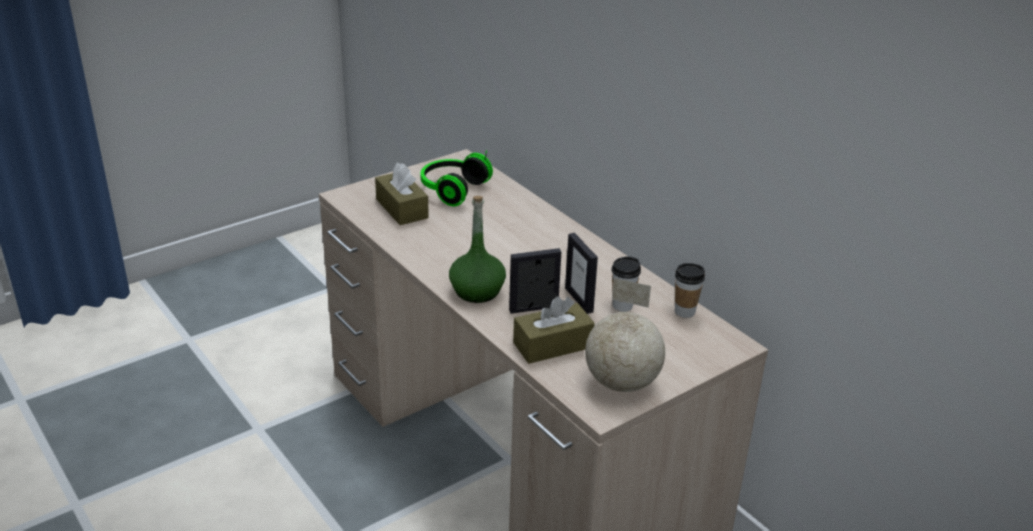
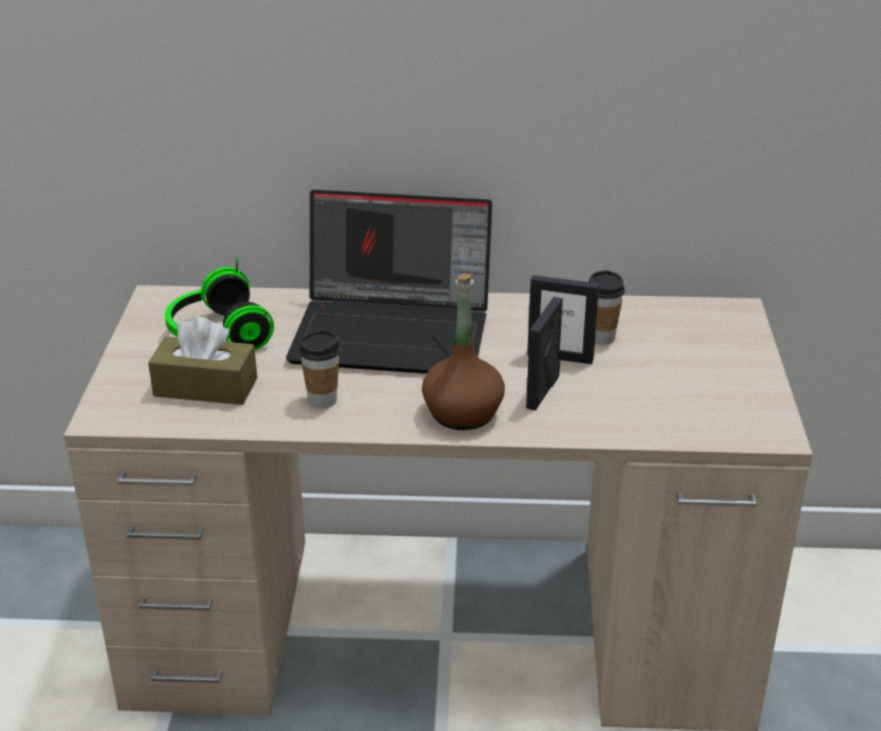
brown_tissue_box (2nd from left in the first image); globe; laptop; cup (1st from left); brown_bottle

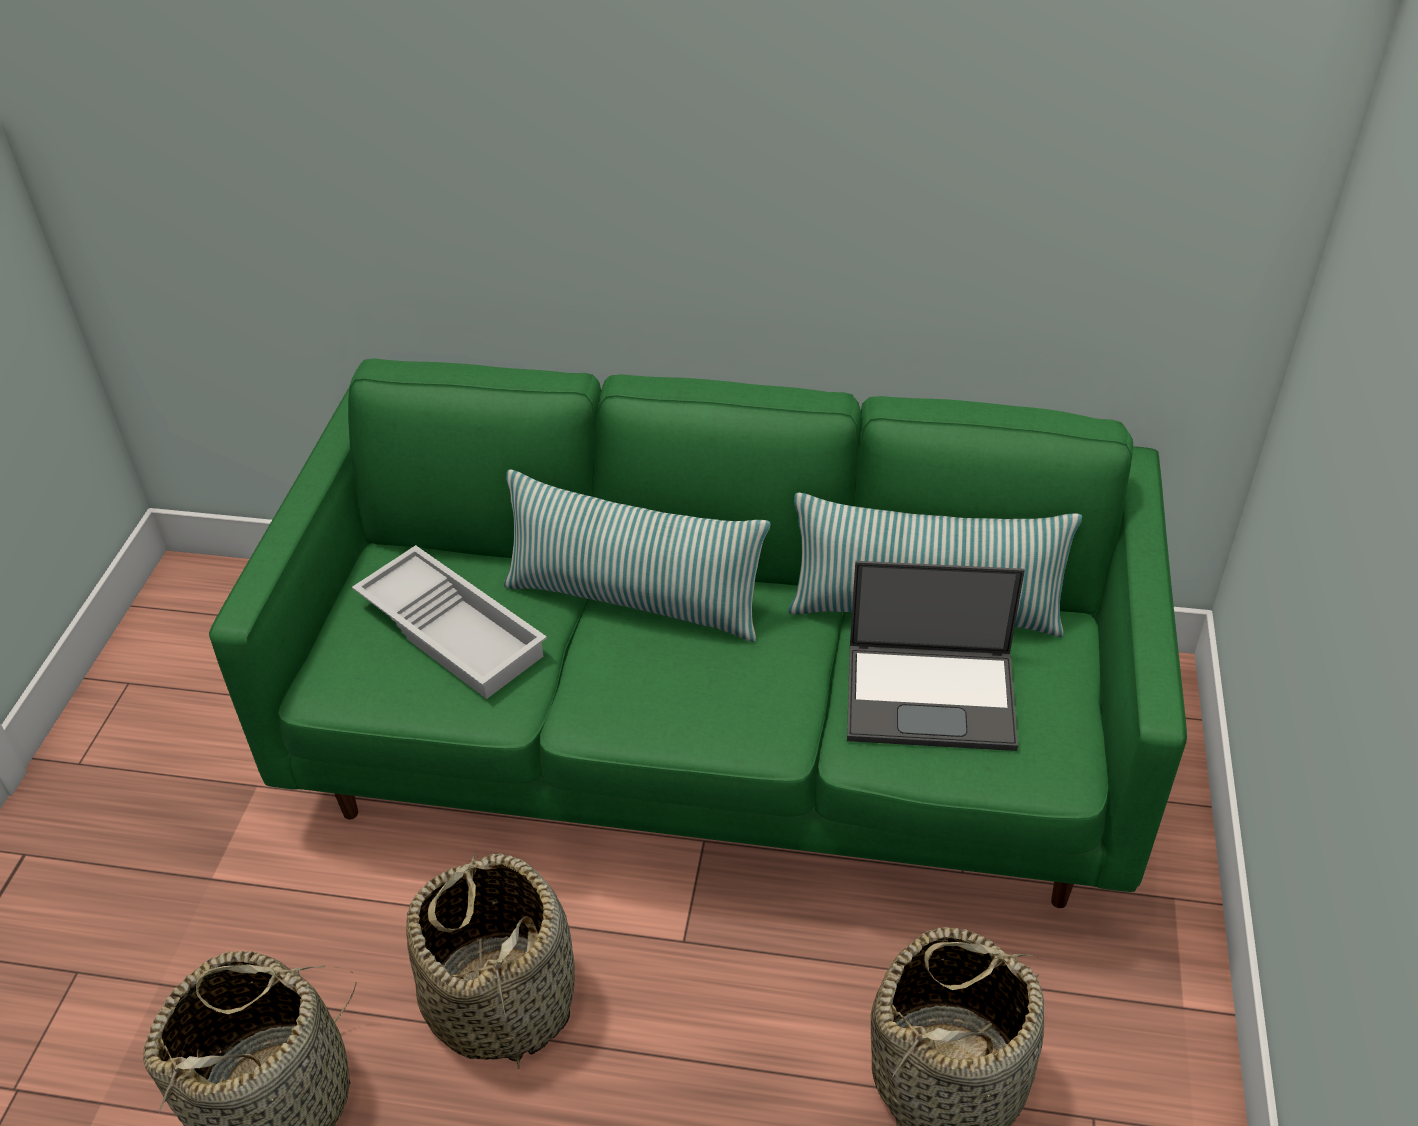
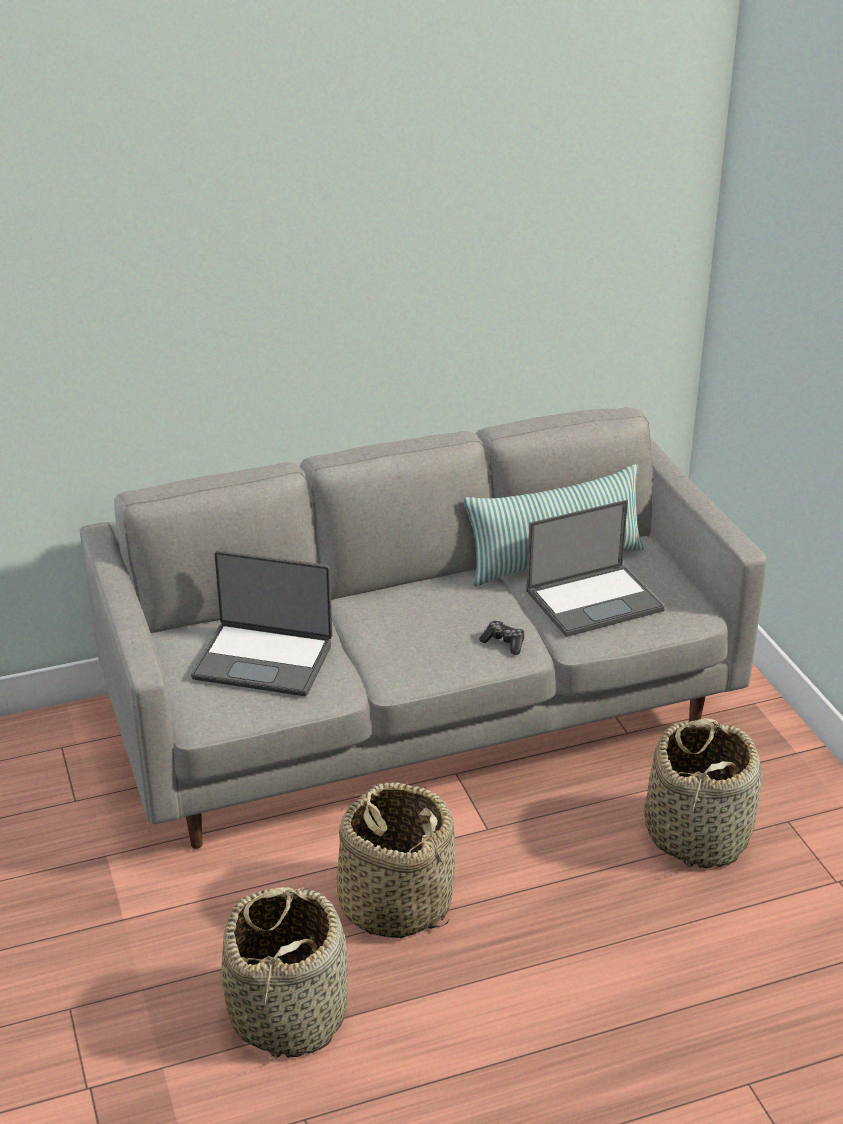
pillow (1st from left in the first image); game_controller; laptop (1st from left); grey_sofa

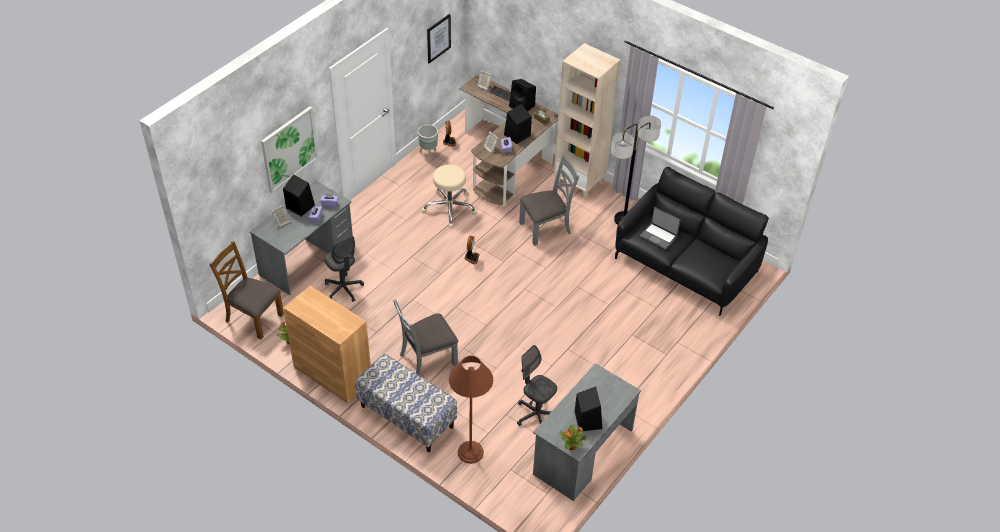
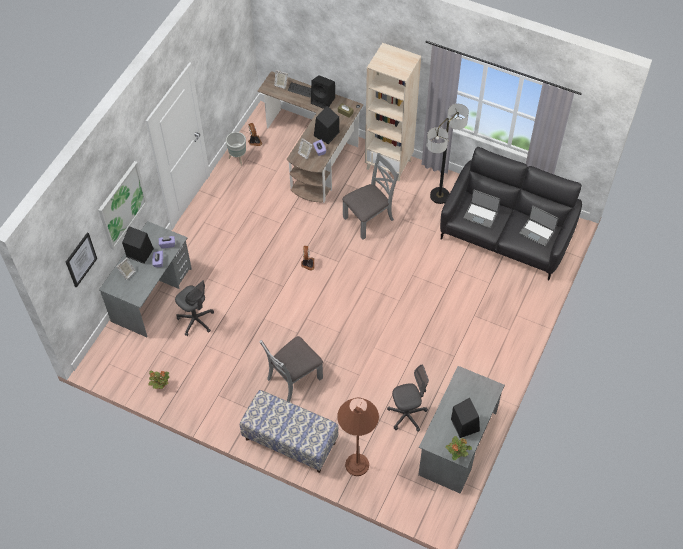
brown_chair; brown_cabinet; beige_stool; laptop (2nd from left); picture (1st from left); grey_office_chair (2nd from left)

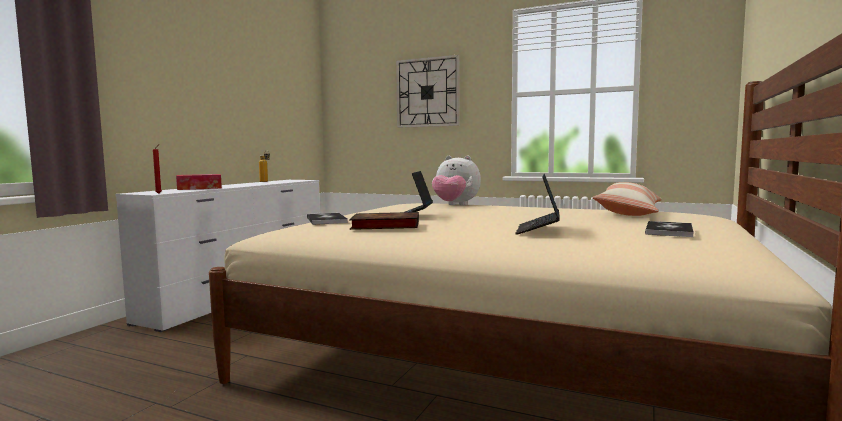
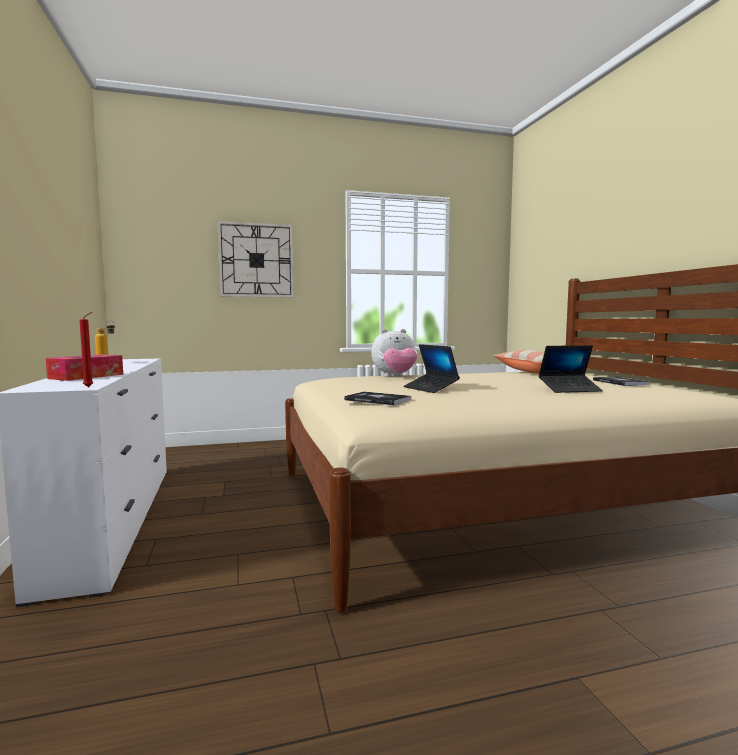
book (2nd from left in the first image); laptop (2nd from left)

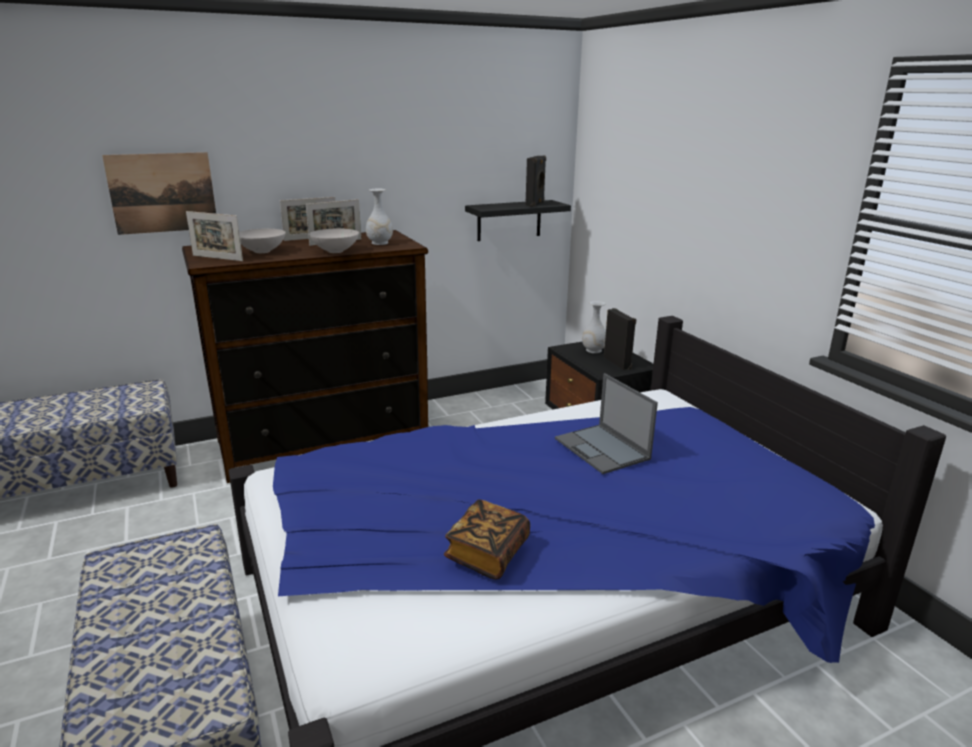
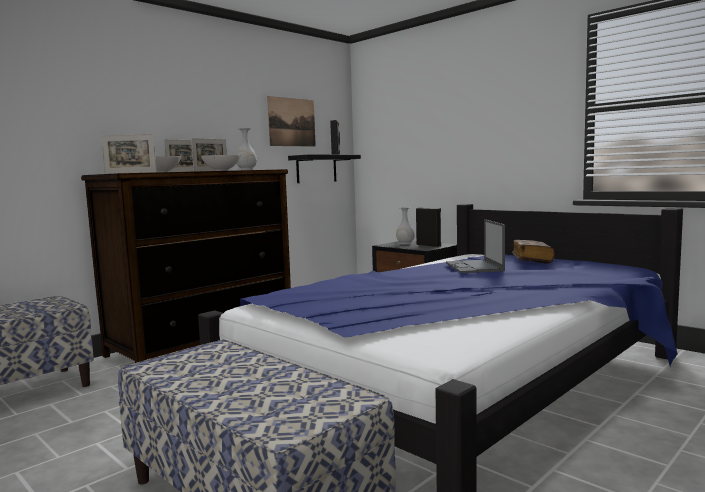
picture; book; laptop

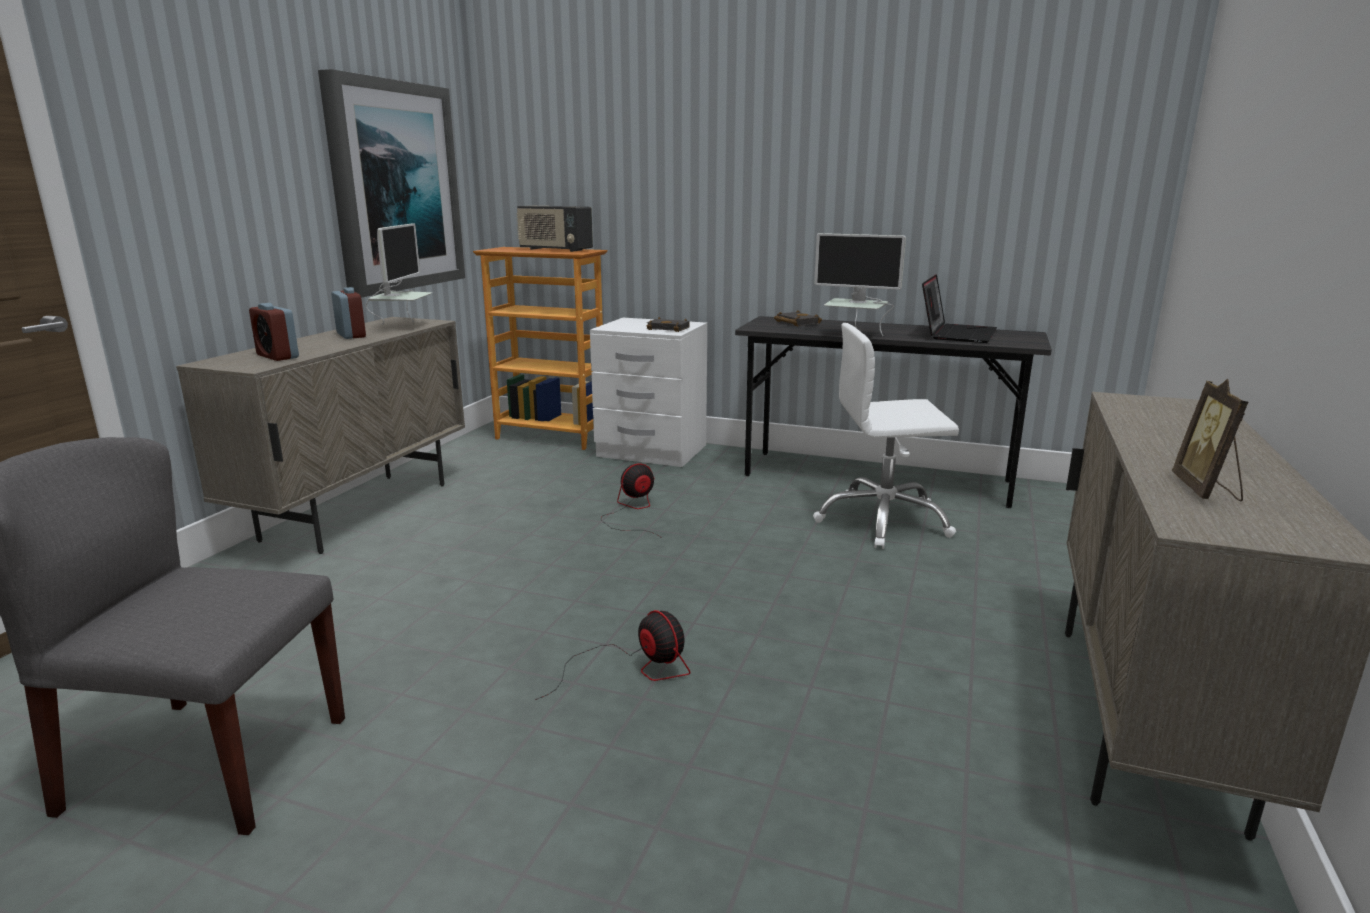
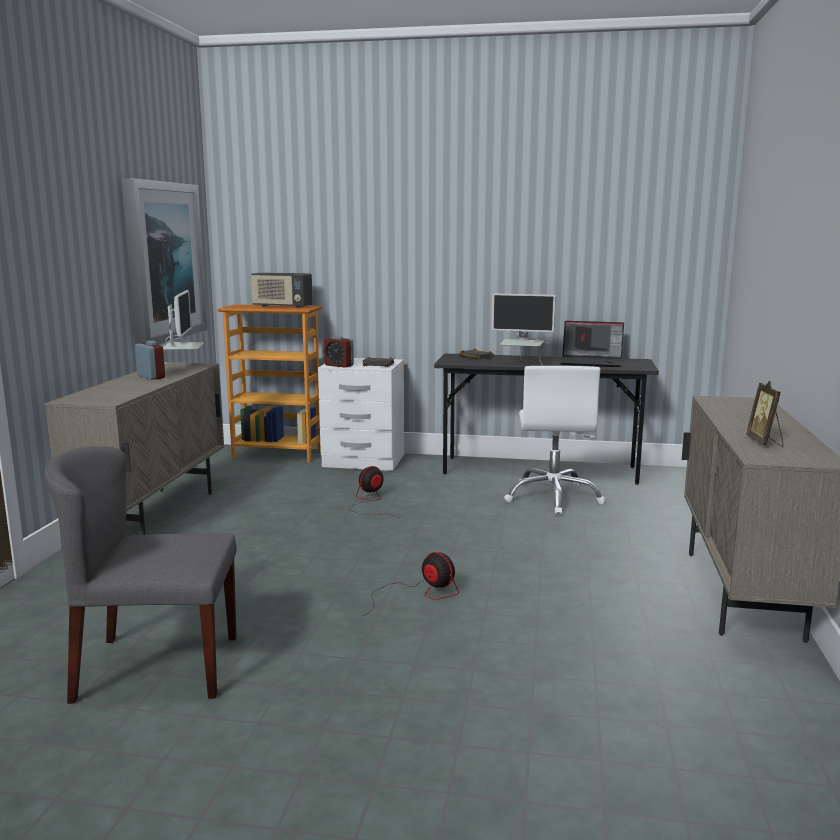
alarm_clock (2nd from left); white_office_chair; laptop

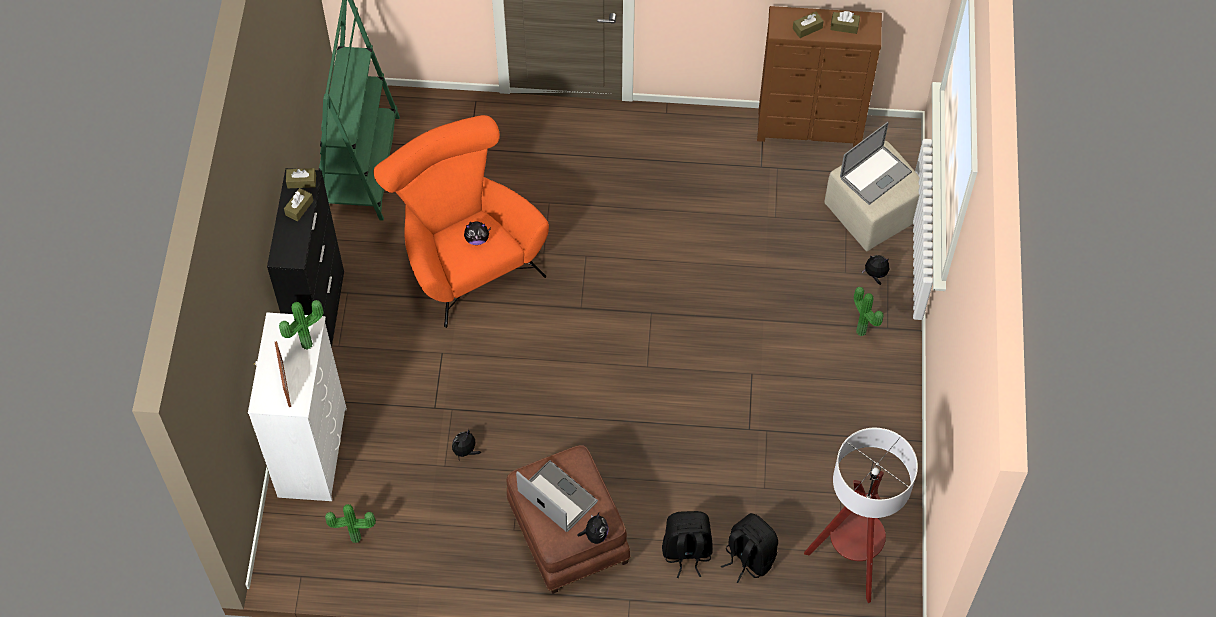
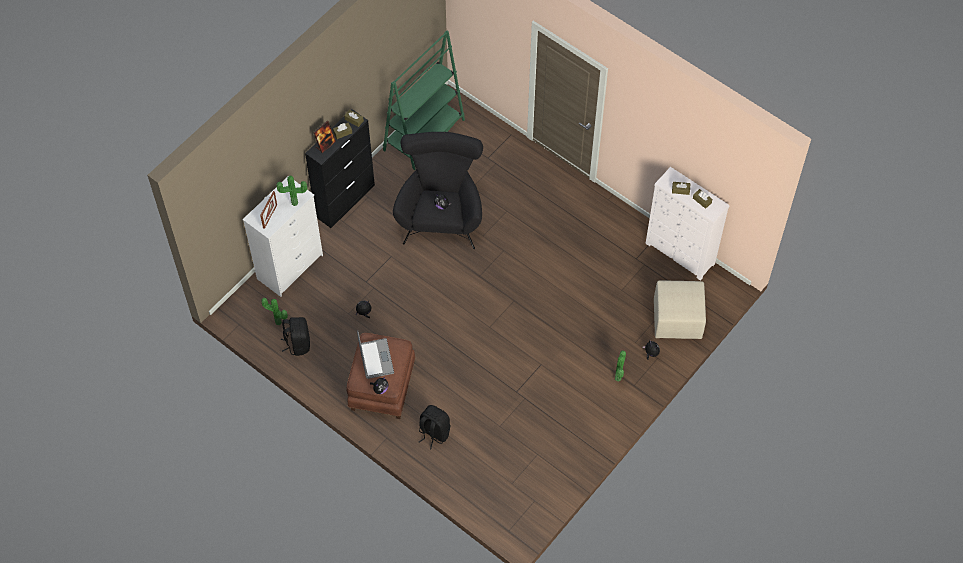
floor_lamp; laptop (2nd from left in the first image); picture_frame (2nd from left); black_backpack (1st from left); black_armchair; white_dresser (2nd from left)

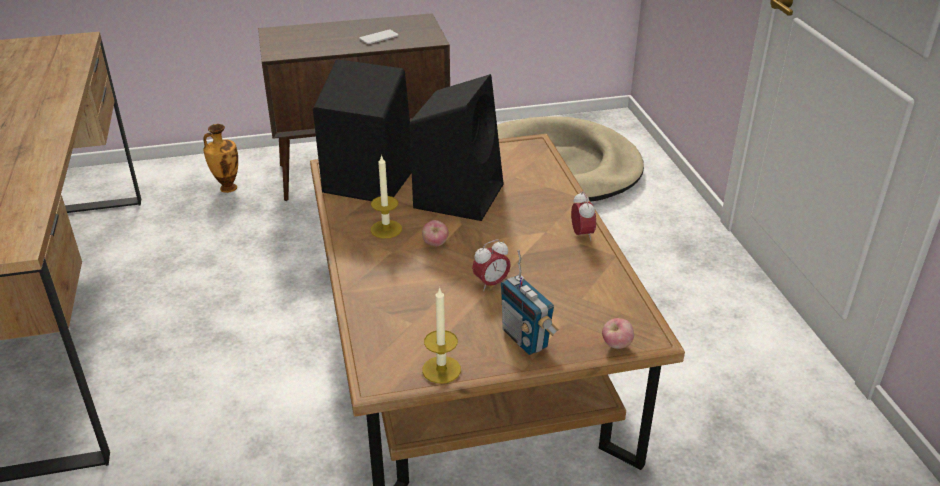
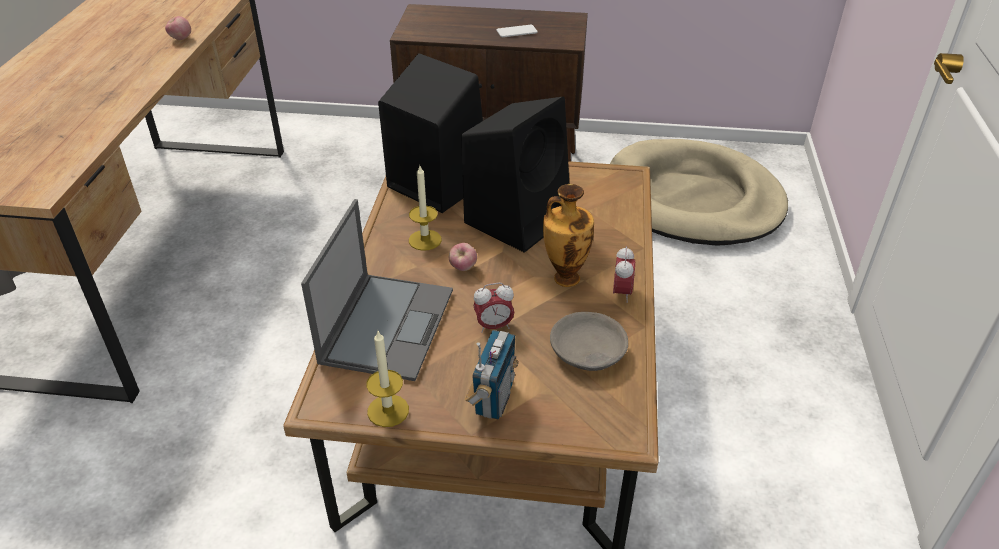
laptop; grey_bowl; vase; apple (1st from left); radio

